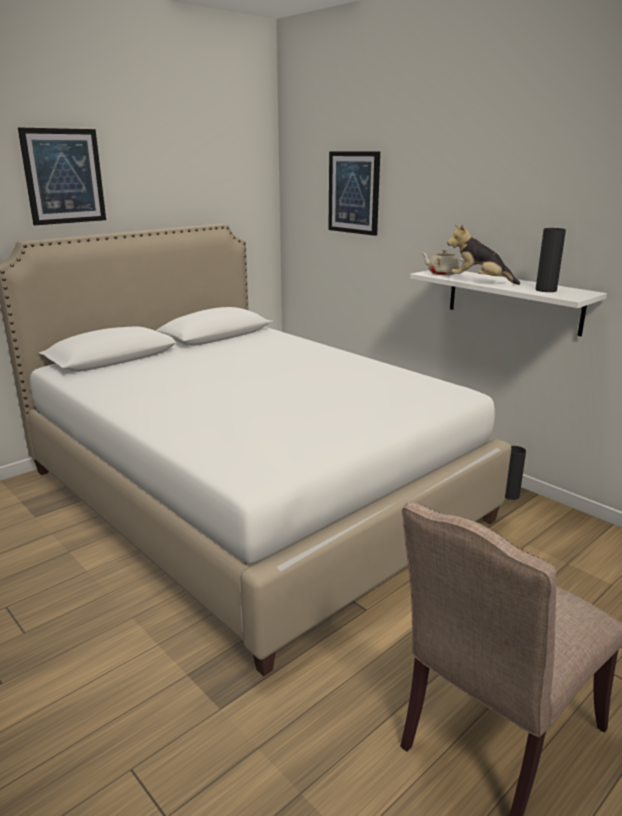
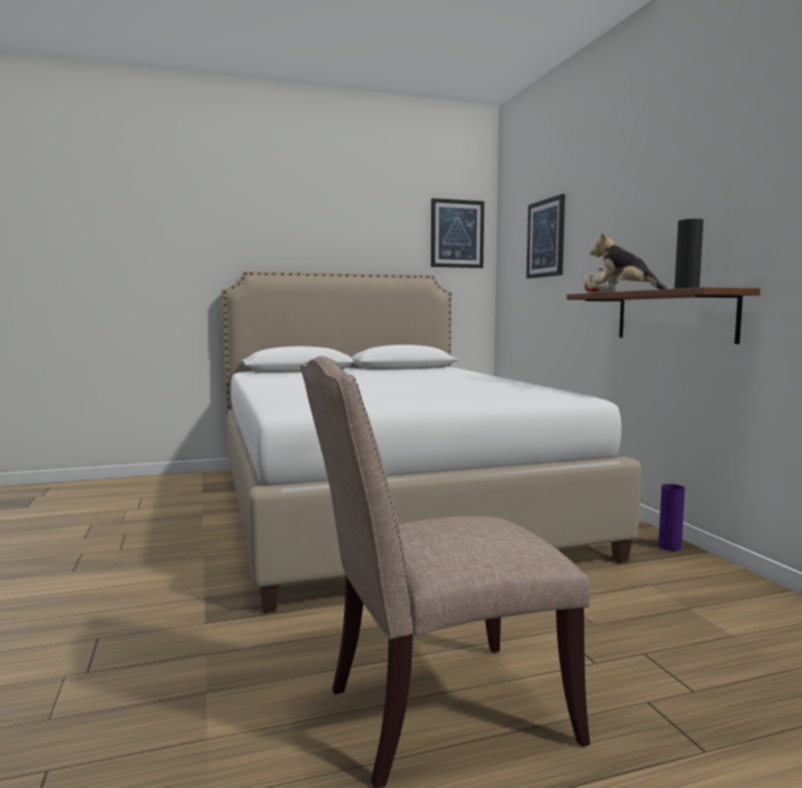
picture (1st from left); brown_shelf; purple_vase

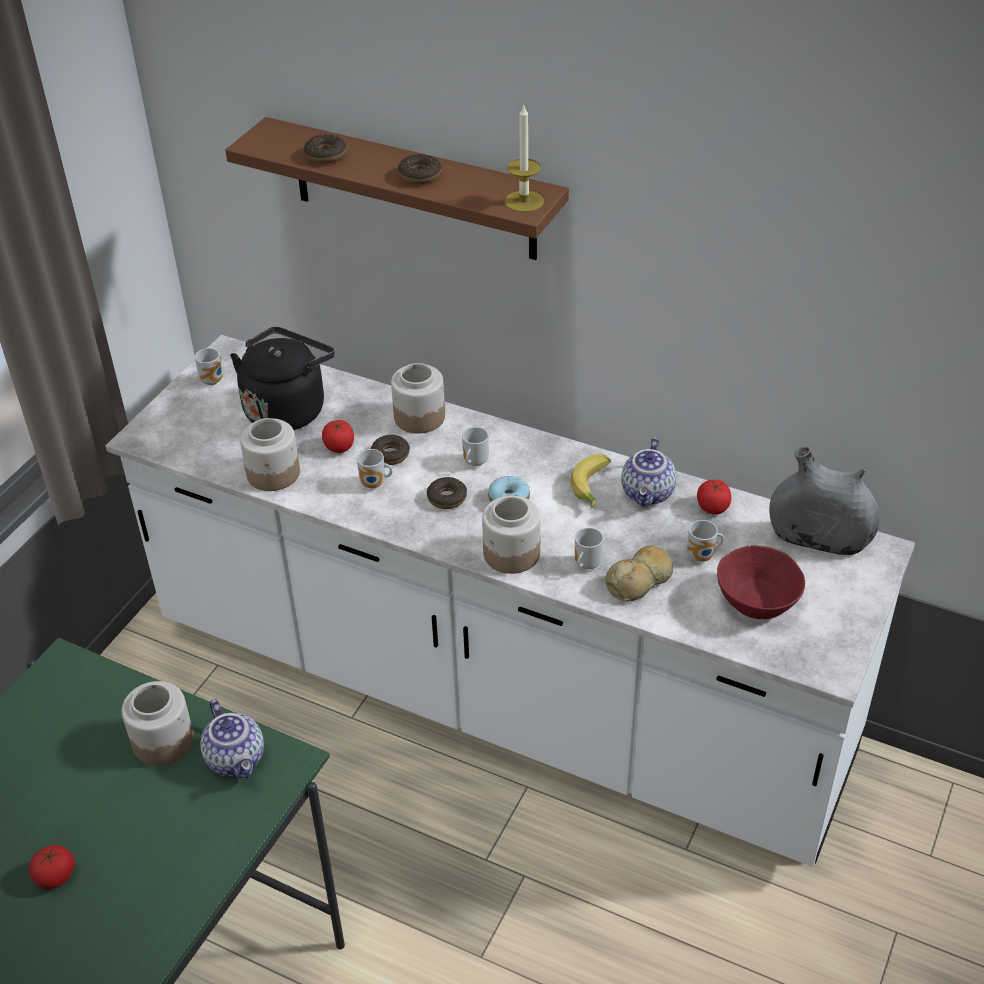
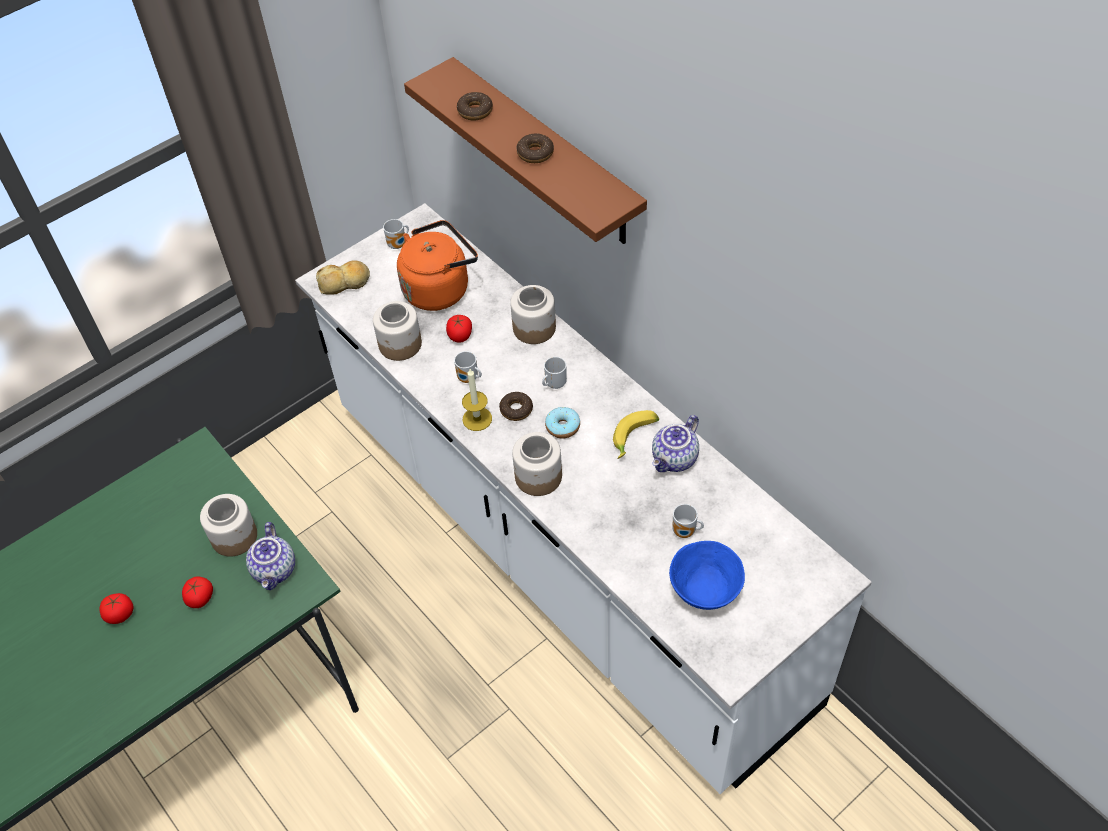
donut (2nd from left in the first image); mug (4th from left in the first image); grey_vase; candle; bread; tomato (2nd from left); orange_kettle; blue_bowl

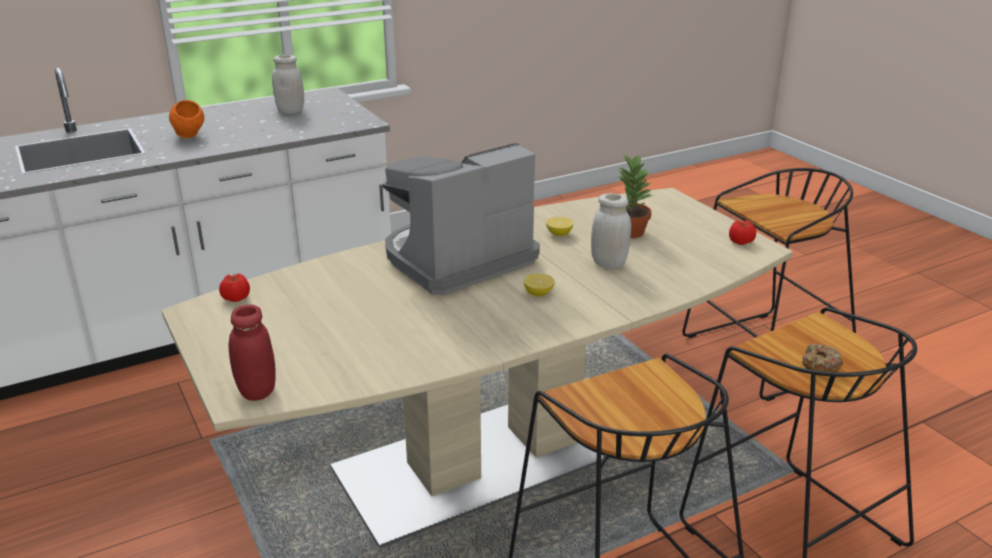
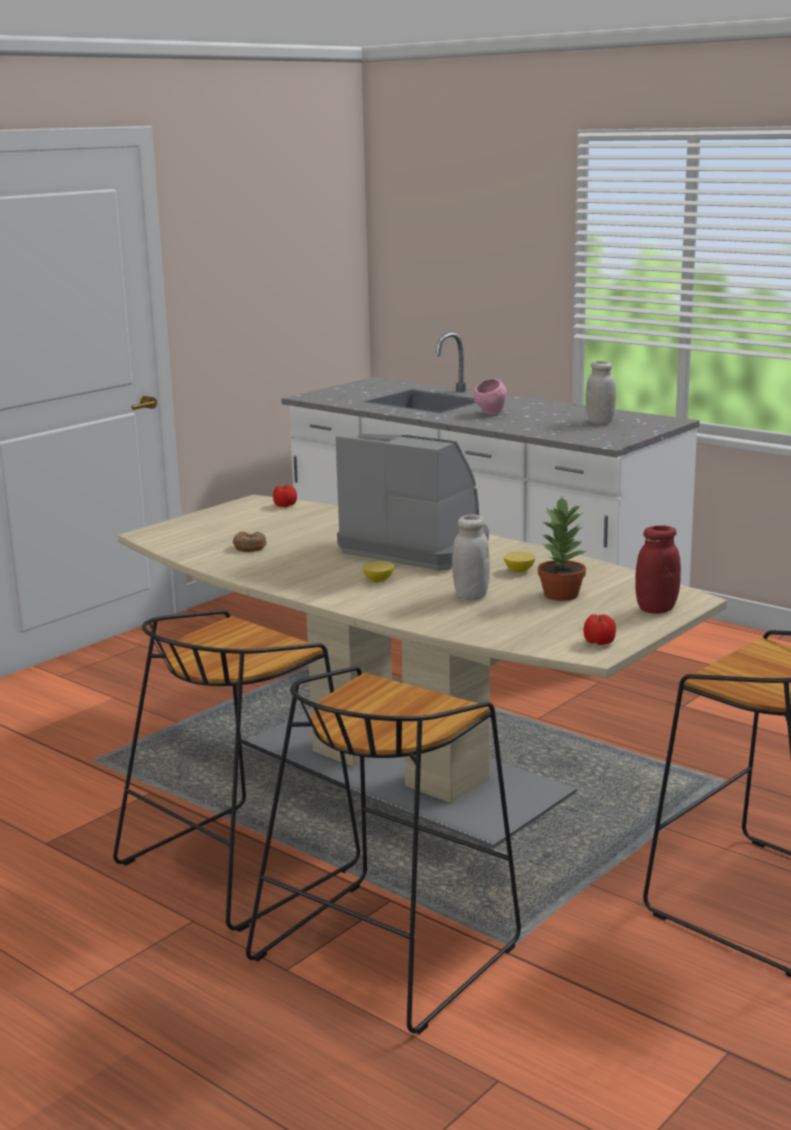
red_jar; donut; pink_bowl

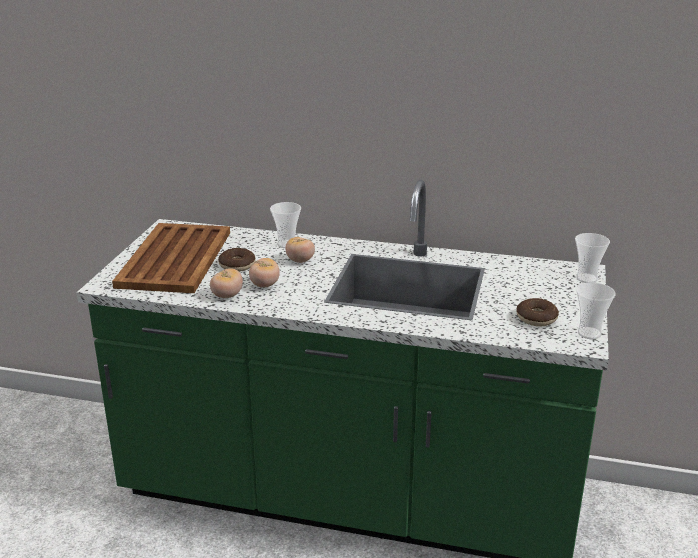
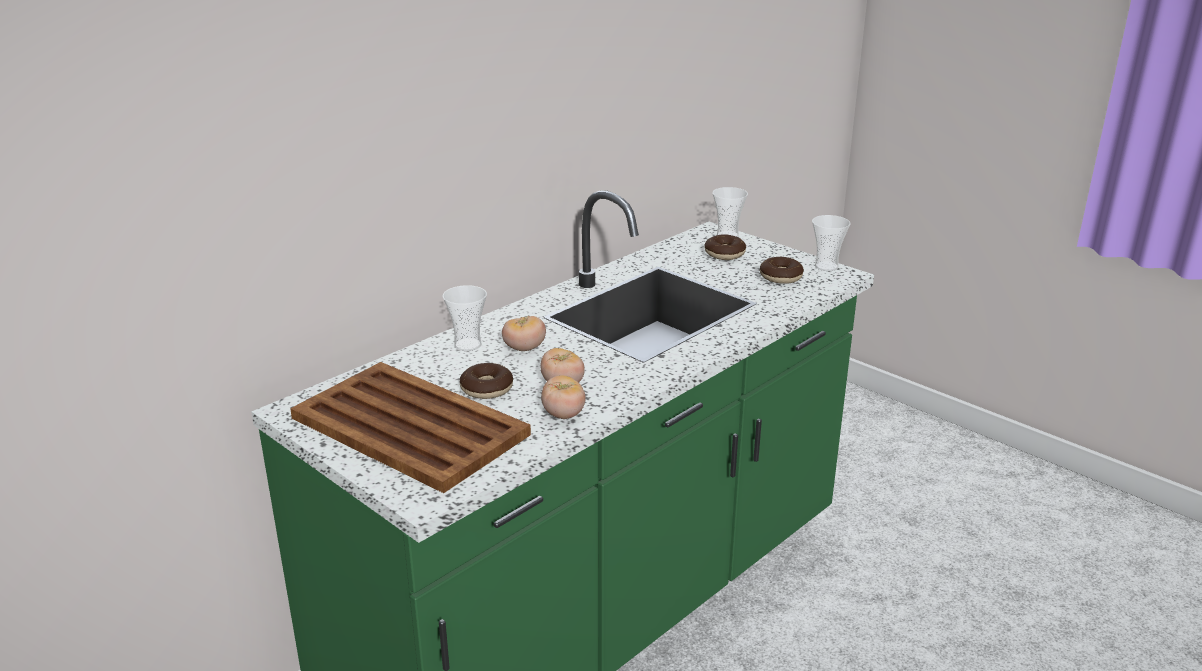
donut (2nd from left)

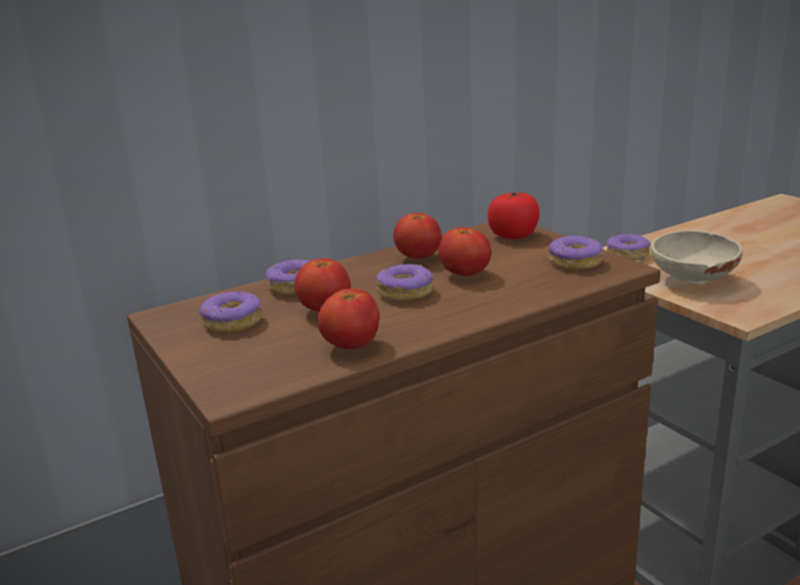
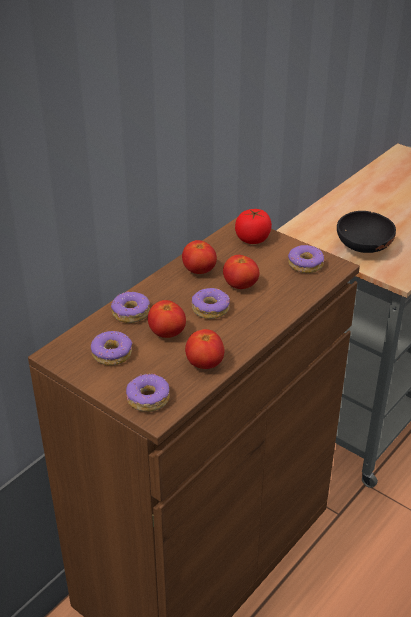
donut (3rd from left); black_bowl

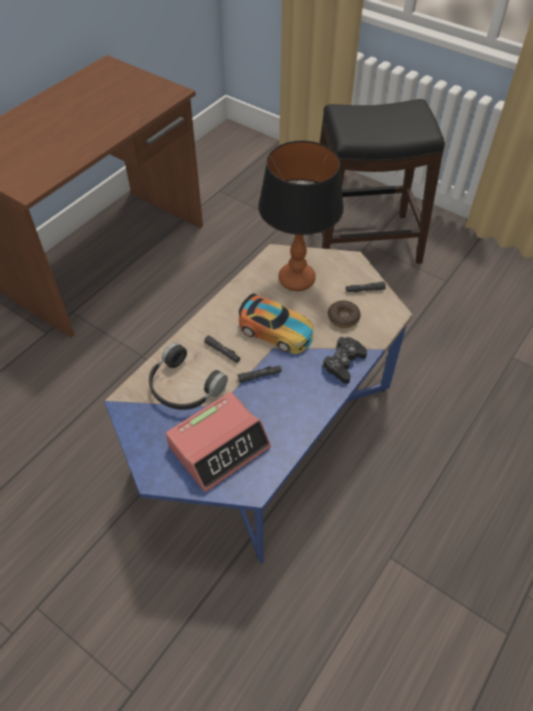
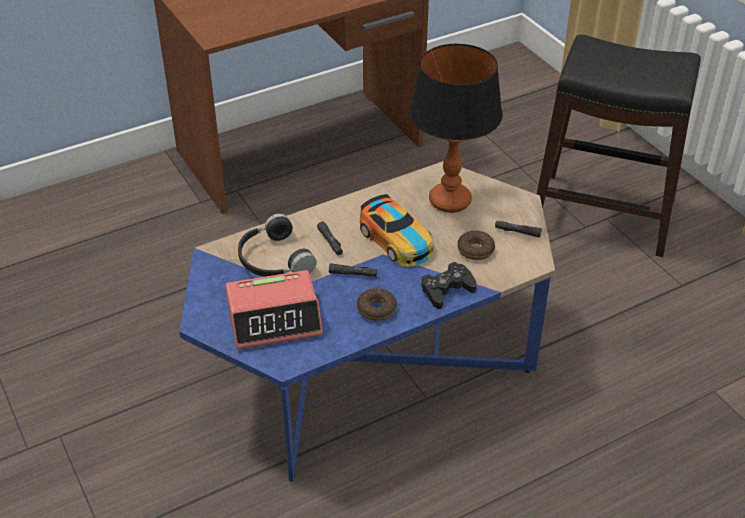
donut (1st from left)

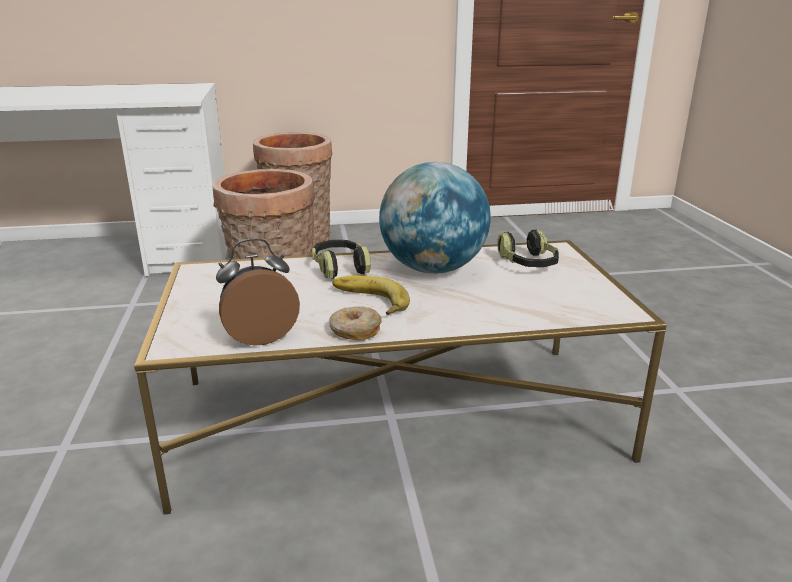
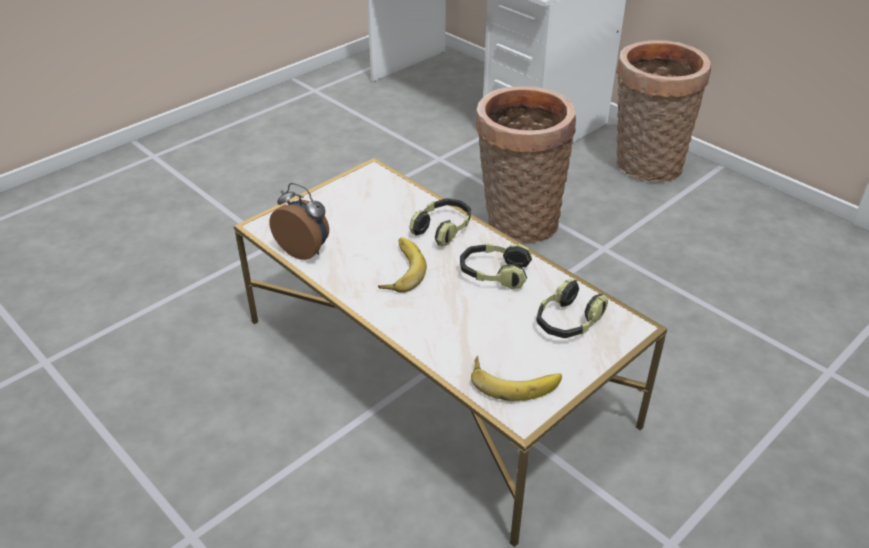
donut; banana (2nd from left); headphones (2nd from left)

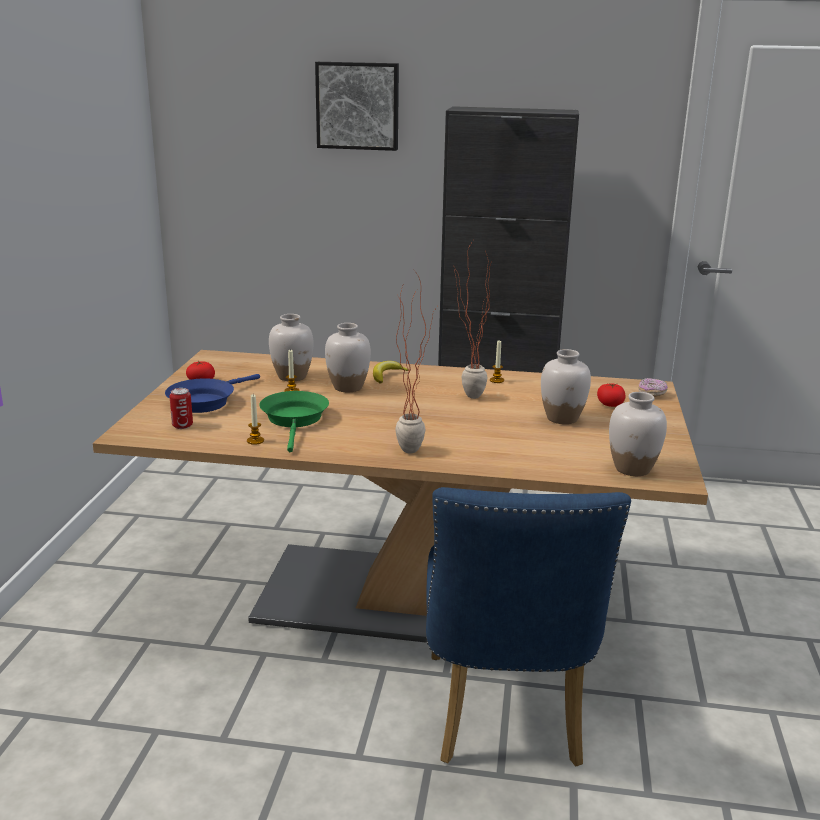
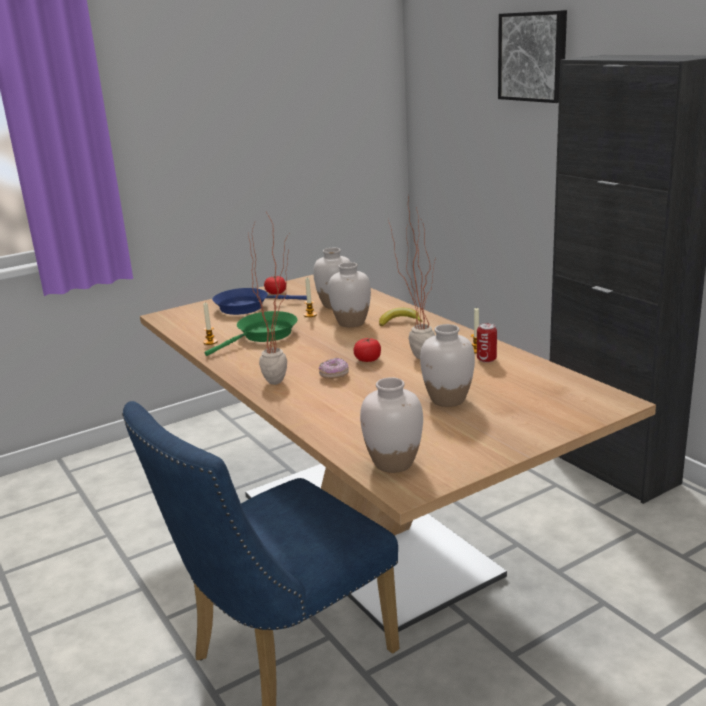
can; tomato (2nd from left); donut

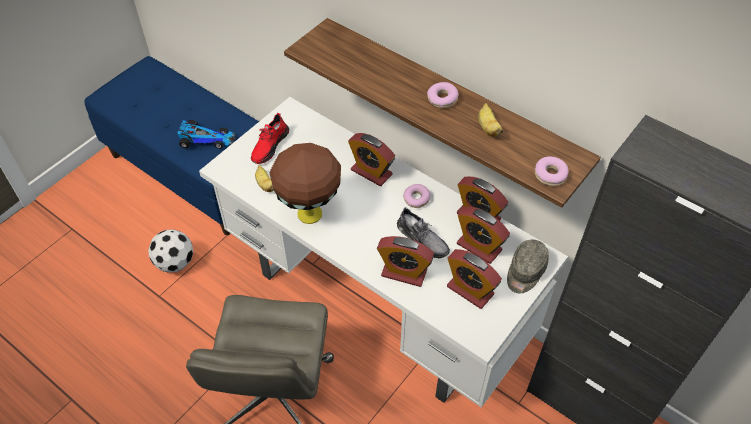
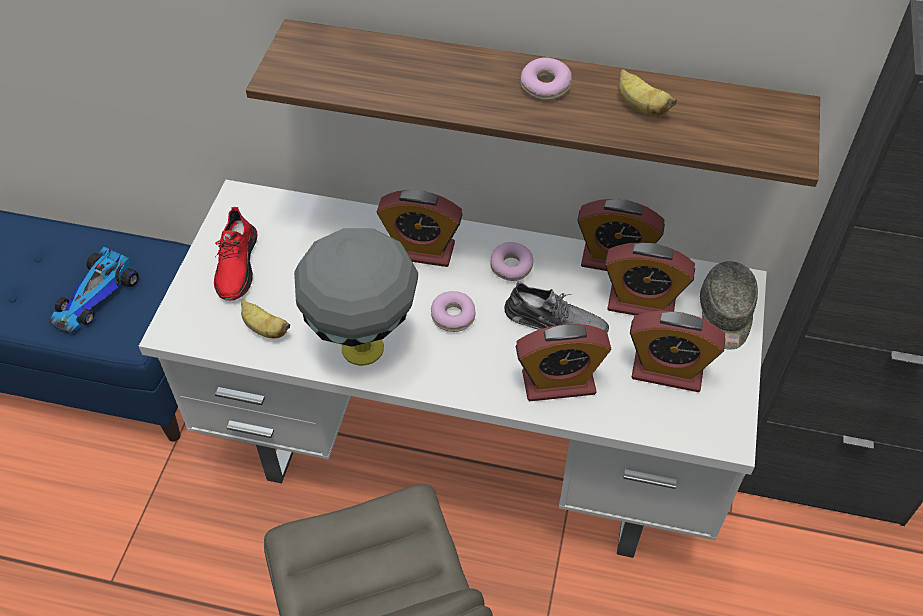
football; donut (1st from left); grey_table_lamp; toy_car

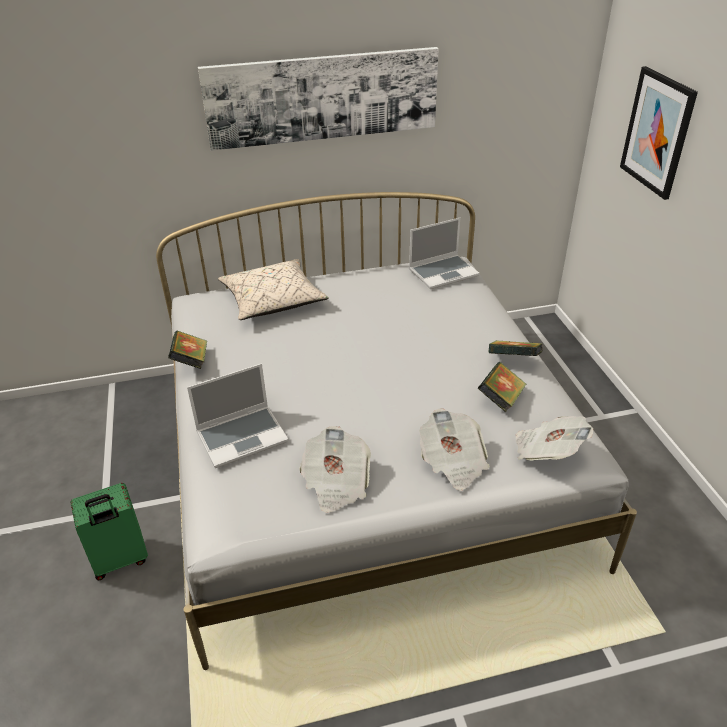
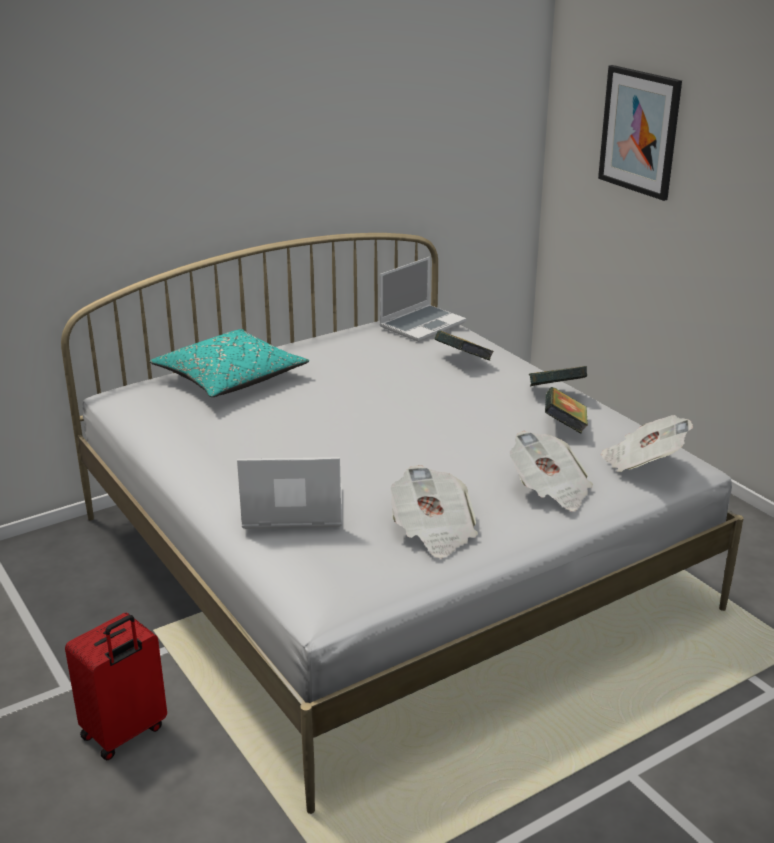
picture (1st from left in the first image); book (1st from left); red_suitcase; turquoise_pillow; laptop (1st from left)

